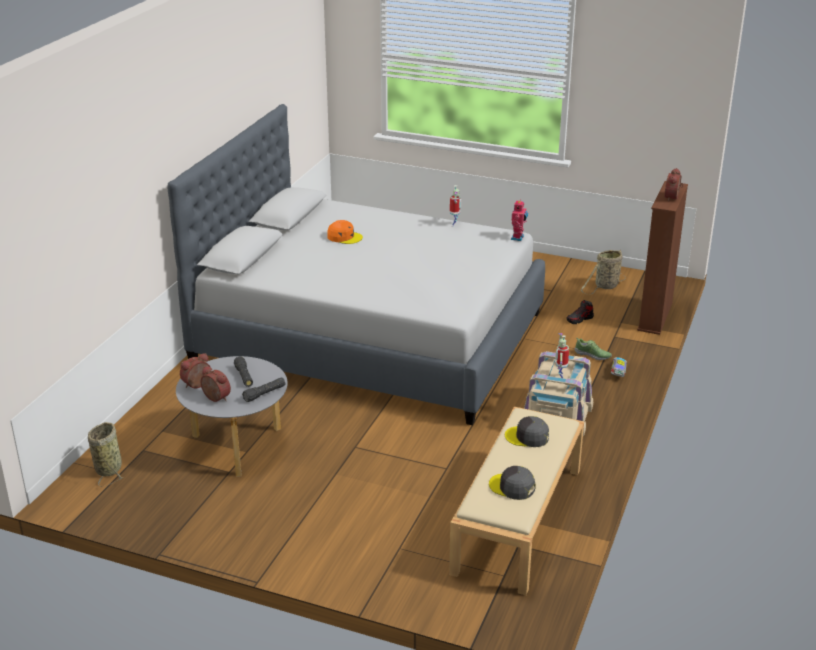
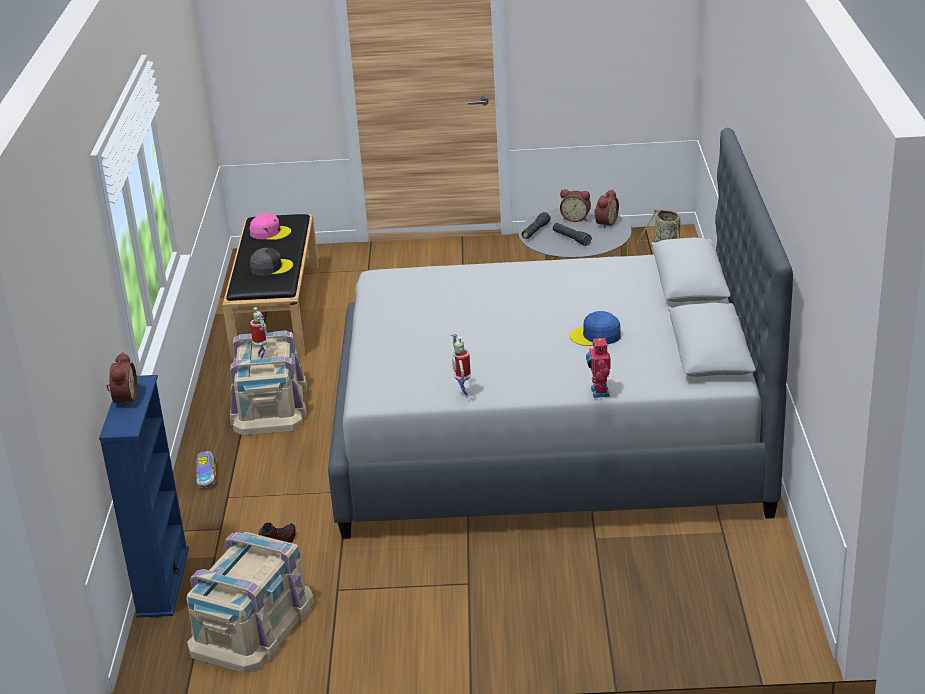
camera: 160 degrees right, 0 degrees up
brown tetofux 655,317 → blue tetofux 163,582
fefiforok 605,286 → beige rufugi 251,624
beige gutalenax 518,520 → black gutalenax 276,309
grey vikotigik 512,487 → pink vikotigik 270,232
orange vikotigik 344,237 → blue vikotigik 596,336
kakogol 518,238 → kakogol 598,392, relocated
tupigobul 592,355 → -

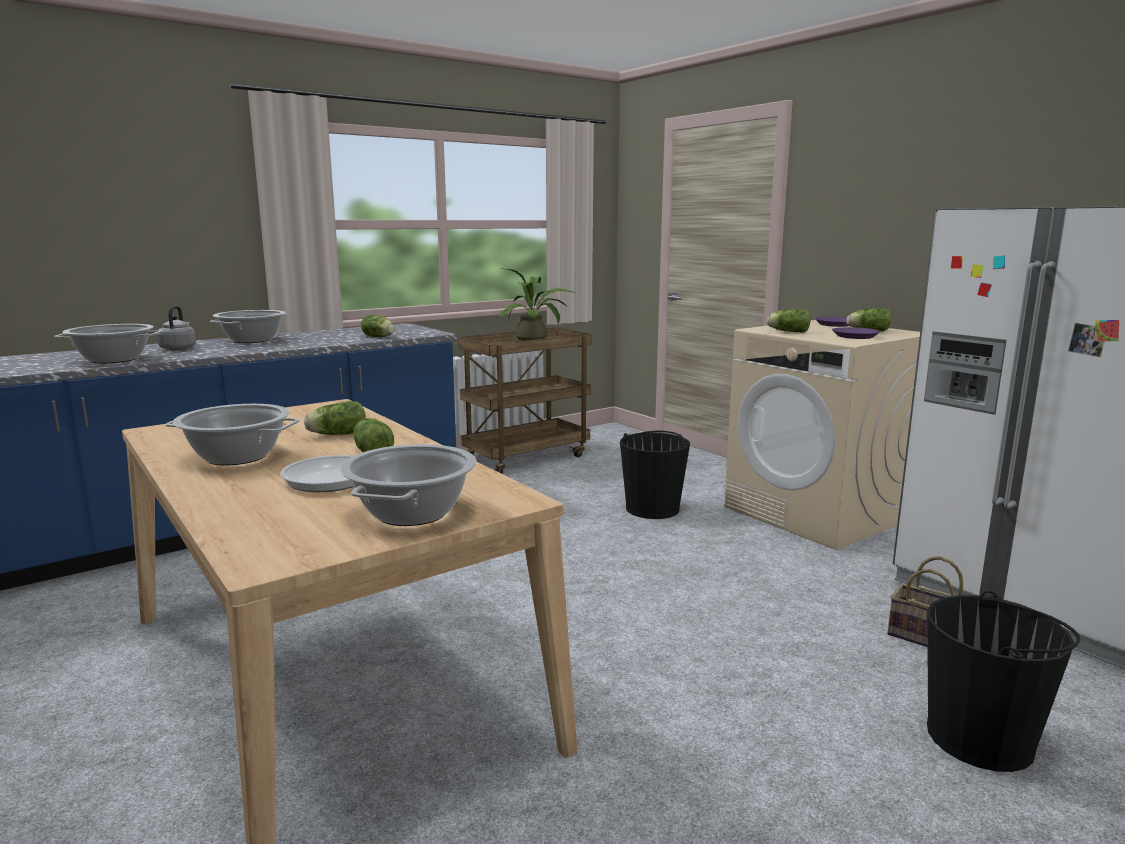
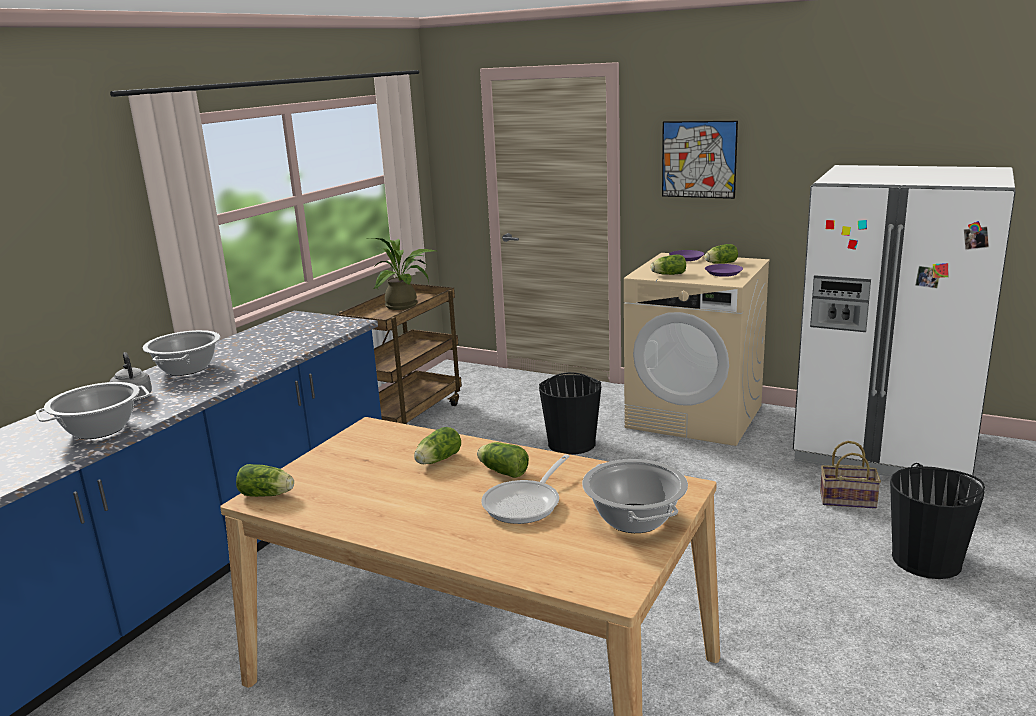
camera: 25 degrees left, 5 degrees up
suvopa 380,337 → suvopa 268,495, relocated
- → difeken 698,159
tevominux 236,457 → -

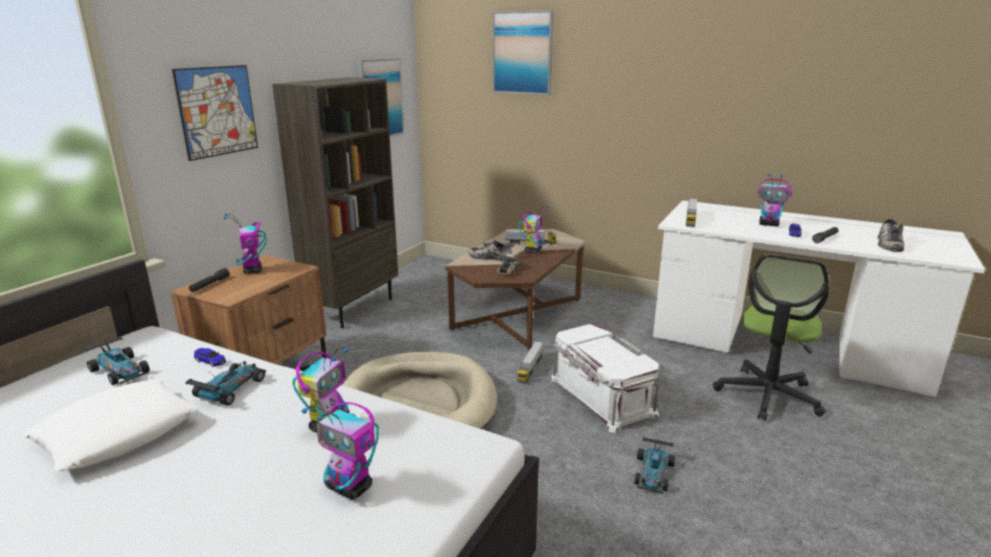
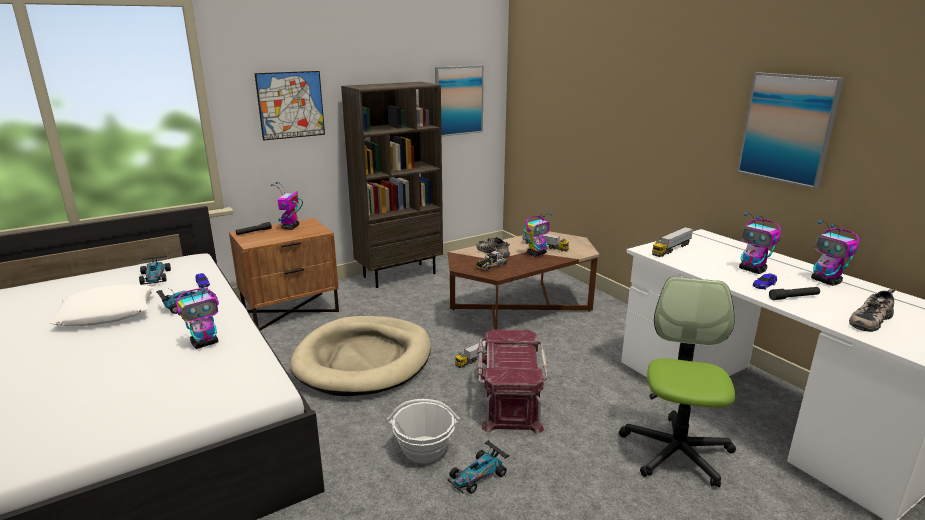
camera: 30 degrees right, 0 degrees up
- → fefiforok 424,449
white rufugi 600,396 → red rufugi 509,398
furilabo 767,395 → furilabo 676,451, 135 degrees clockwise
difeken 523,53 → difeken 787,128, relocated
kakogol 350,488 → kakogol 826,281, relocated

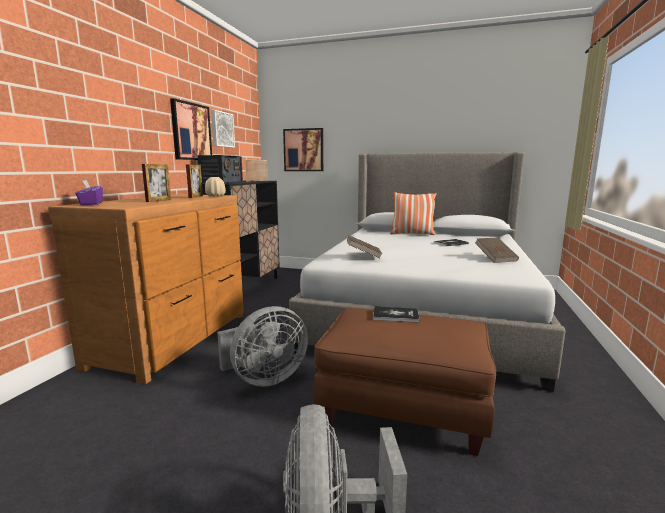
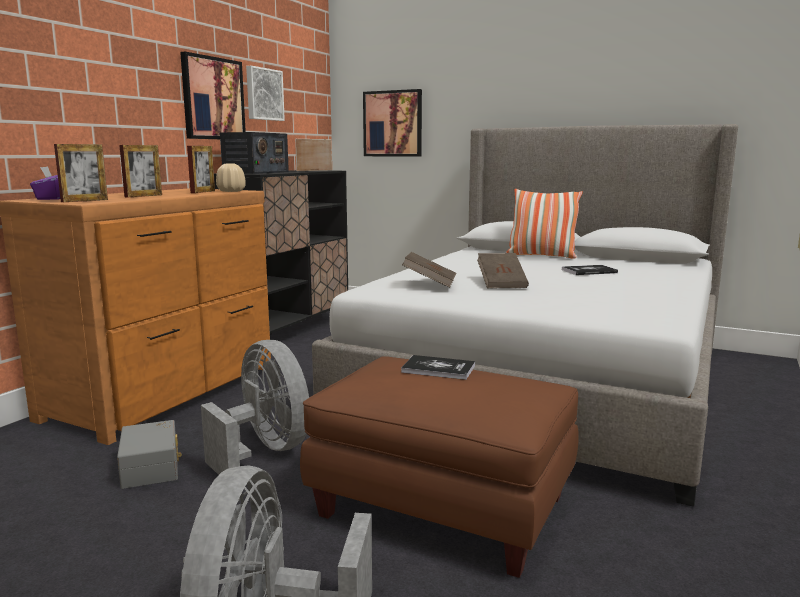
camera: 10 degrees right, 0 degrees up
- → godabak 84,201
- → grey rufugi 152,467
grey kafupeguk 264,379 → grey kafupeguk 264,452, 105 degrees counterclockwise
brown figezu 495,258 → brown figezu 501,284, relocated

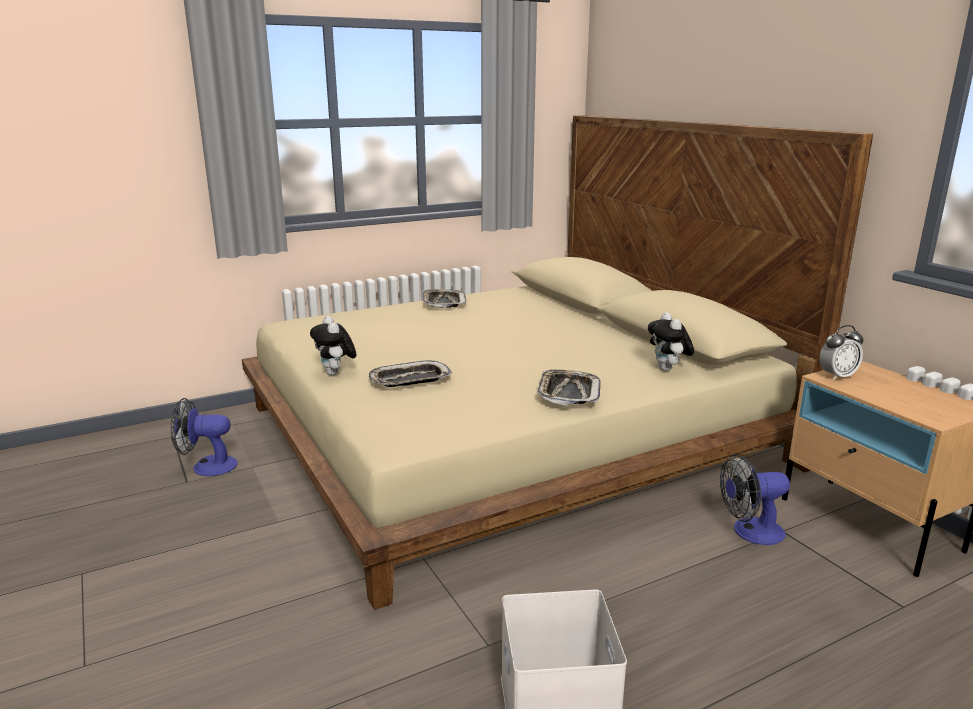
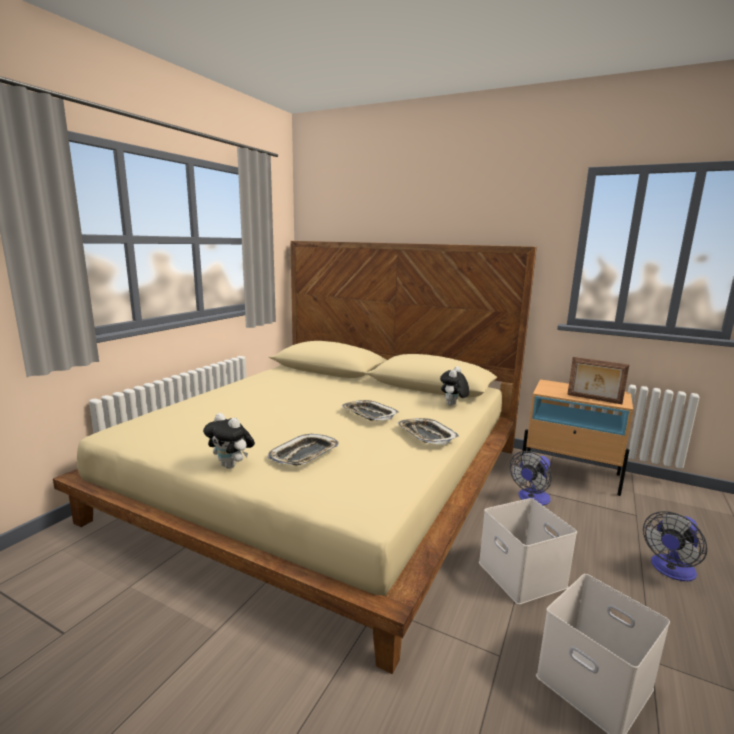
camera: 35 degrees left, 5 degrees down
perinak 443,302 → perinak 369,414, relocated
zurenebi 668,369 → zurenebi 453,405, 75 degrees clockwise
- → white rufugi 524,575
- → godabak 594,399
kafupeguk 207,466 → kafupeguk 670,571, relocated
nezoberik 837,376 → -

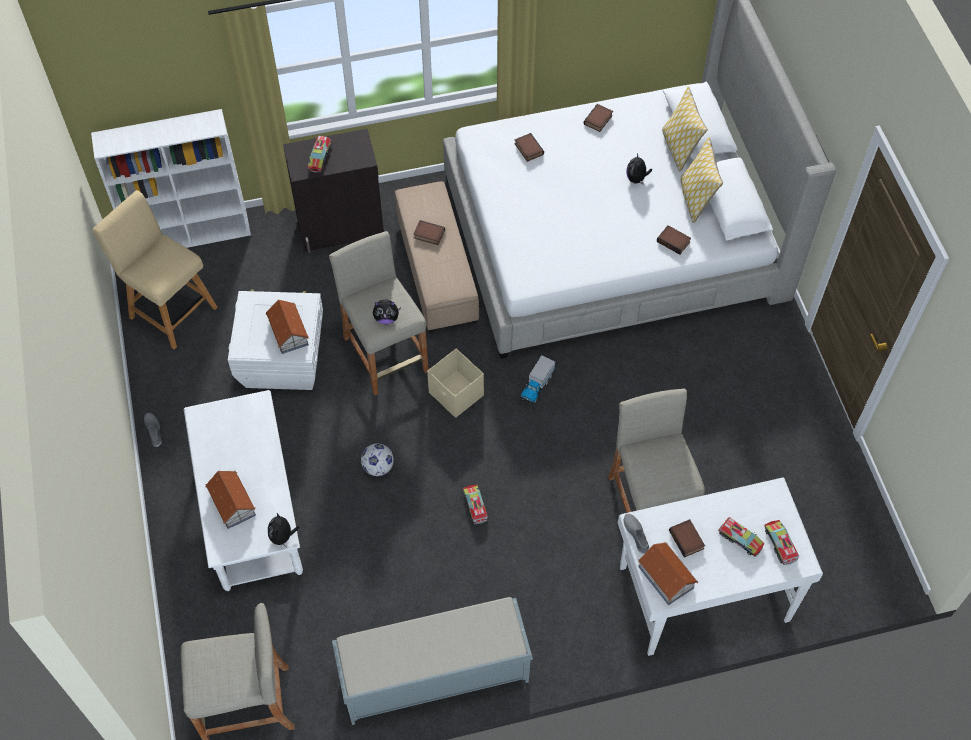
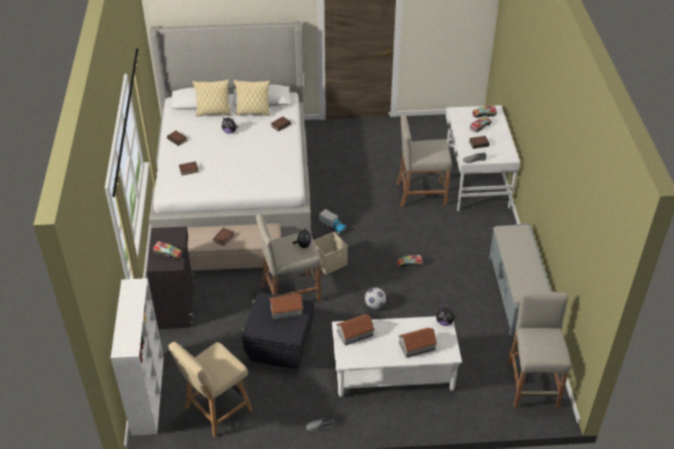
camera: 80 degrees left, 15 degrees down
white rufugi 282,359 → black rufugi 279,347
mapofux 665,576 → mapofux 354,333, relocated

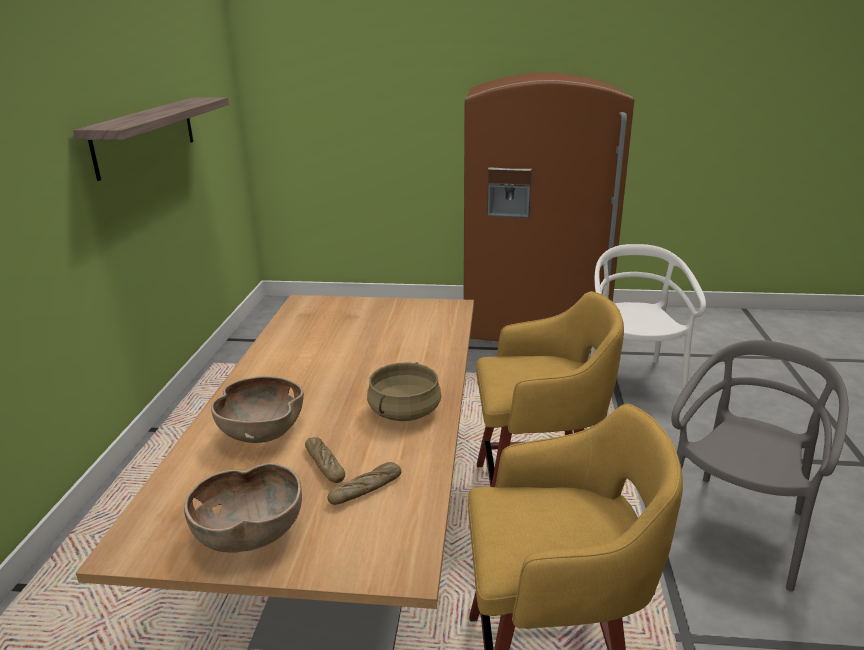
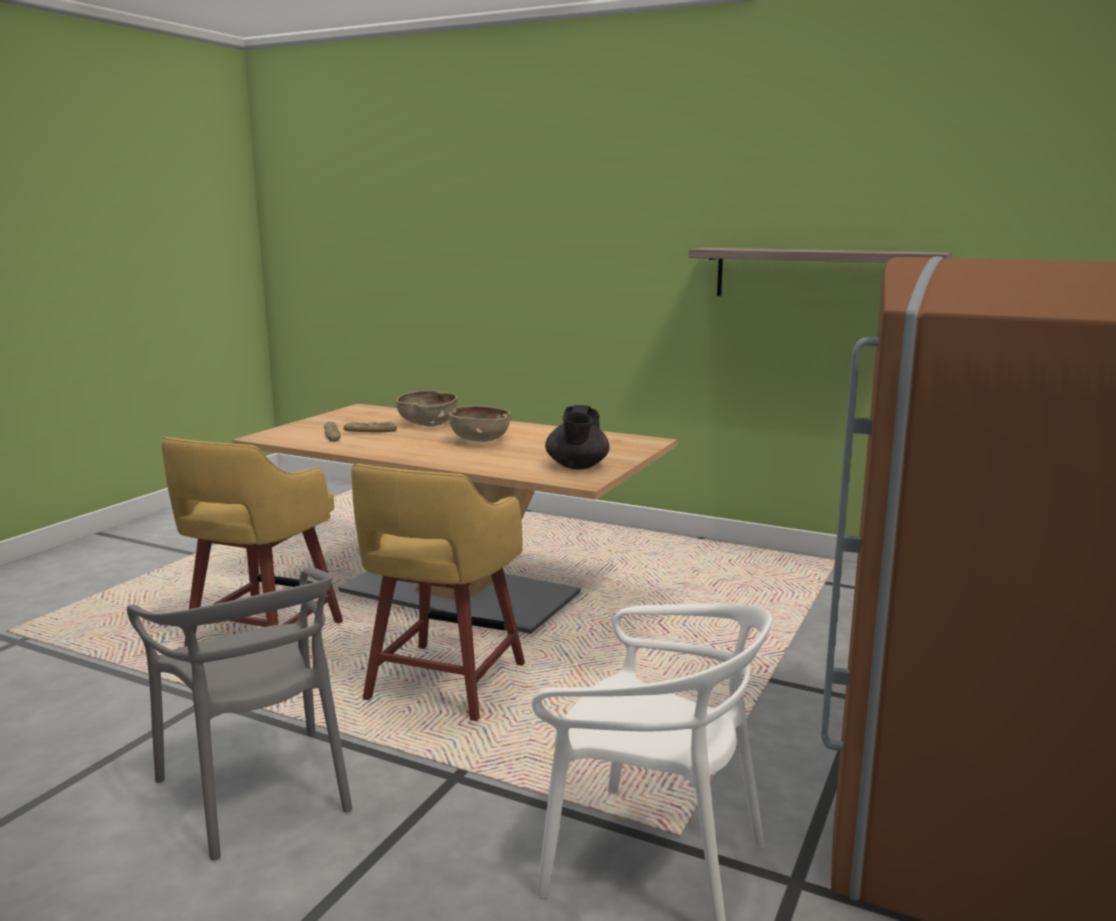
camera: 110 degrees right, 10 degrees down
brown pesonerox 250,534 → brown pesonerox 480,441, relocated
- → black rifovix 577,467
beige tevominux 404,411 → -

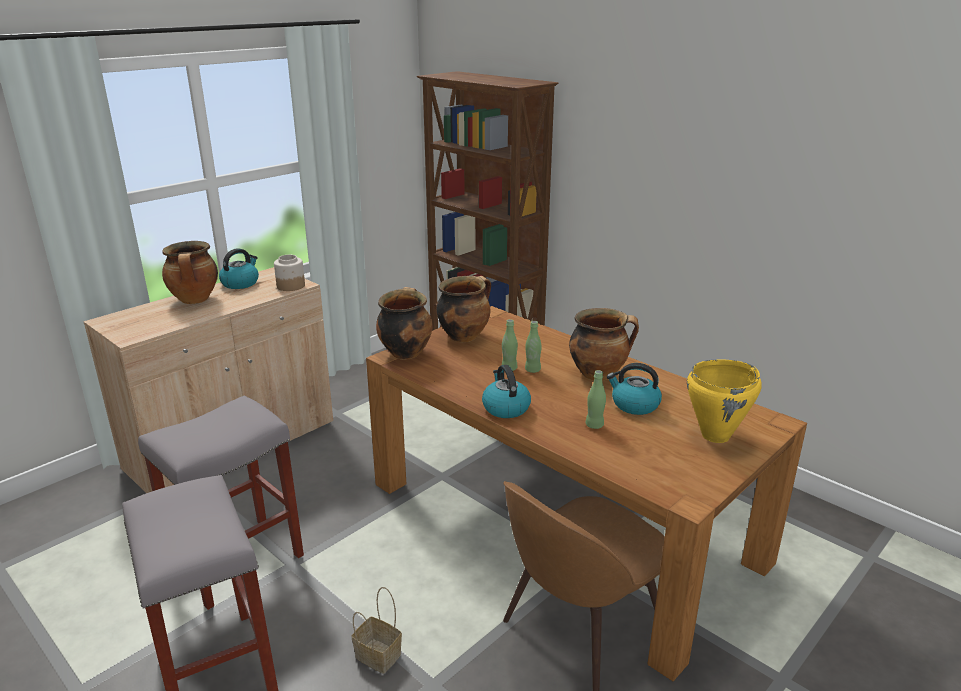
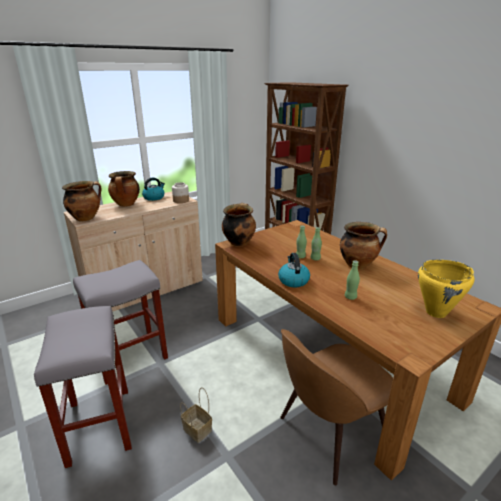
camera: 10 degrees right, 0 degrees up
tevominux 464,336 → tevominux 86,218, relocated
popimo 634,405 → -

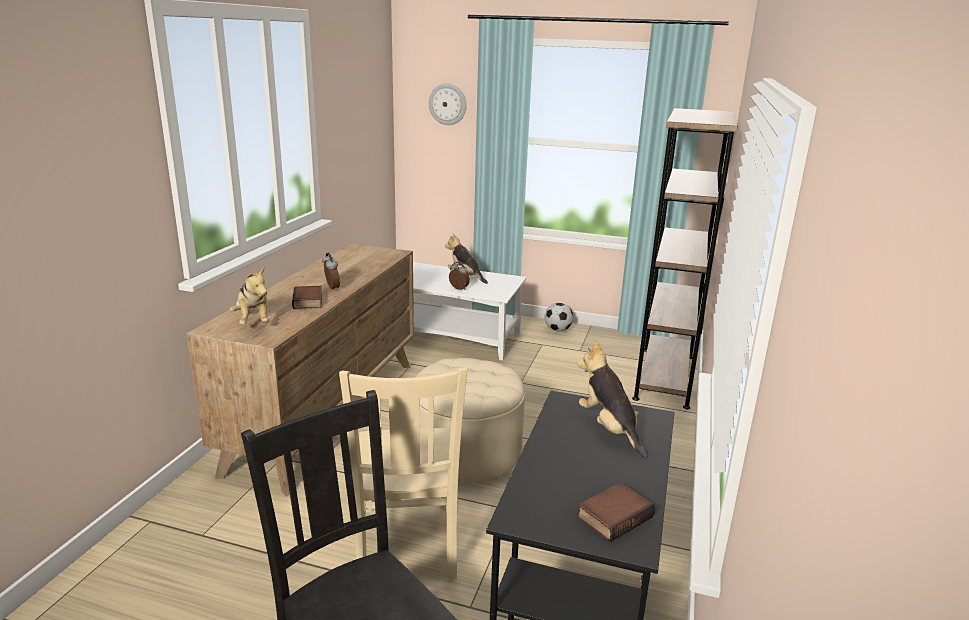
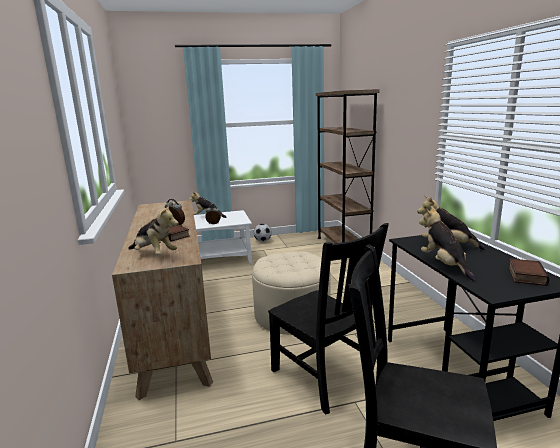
camera: 30 degrees left, 5 degrees down
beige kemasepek 406,545 → black kemasepek 323,378
- → zurenebi 444,265
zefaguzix 447,104 → -

